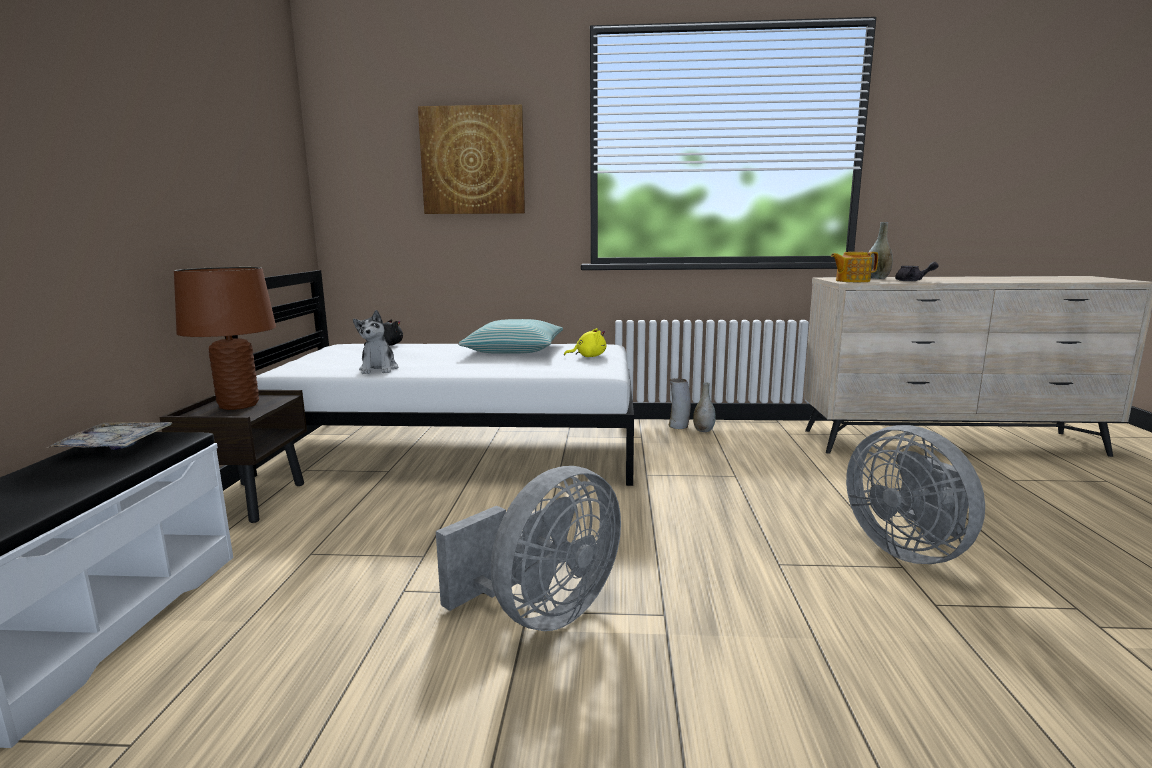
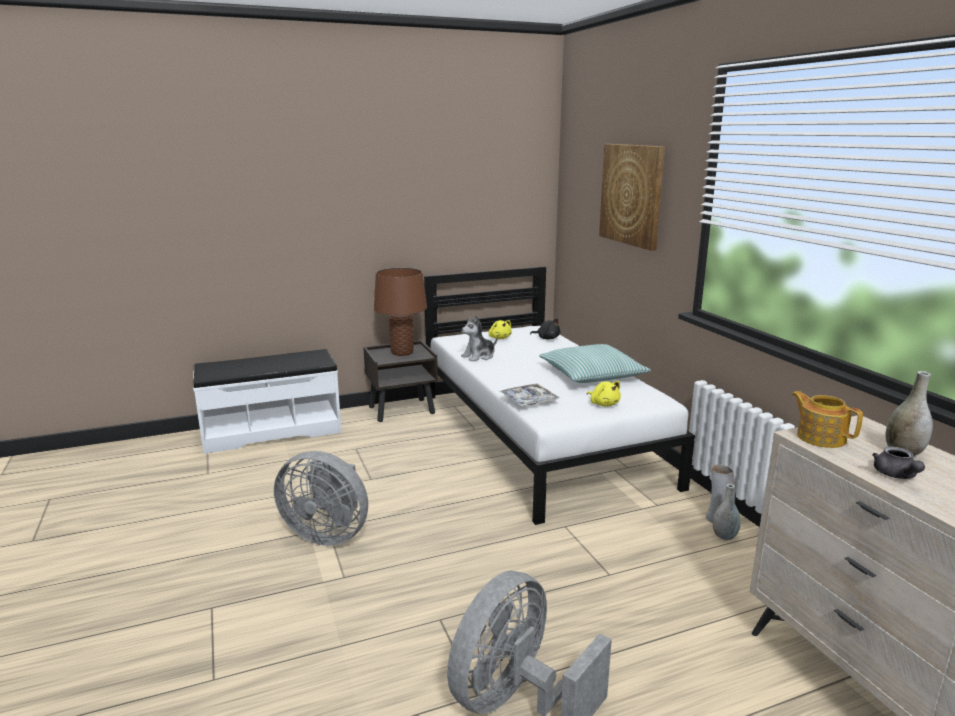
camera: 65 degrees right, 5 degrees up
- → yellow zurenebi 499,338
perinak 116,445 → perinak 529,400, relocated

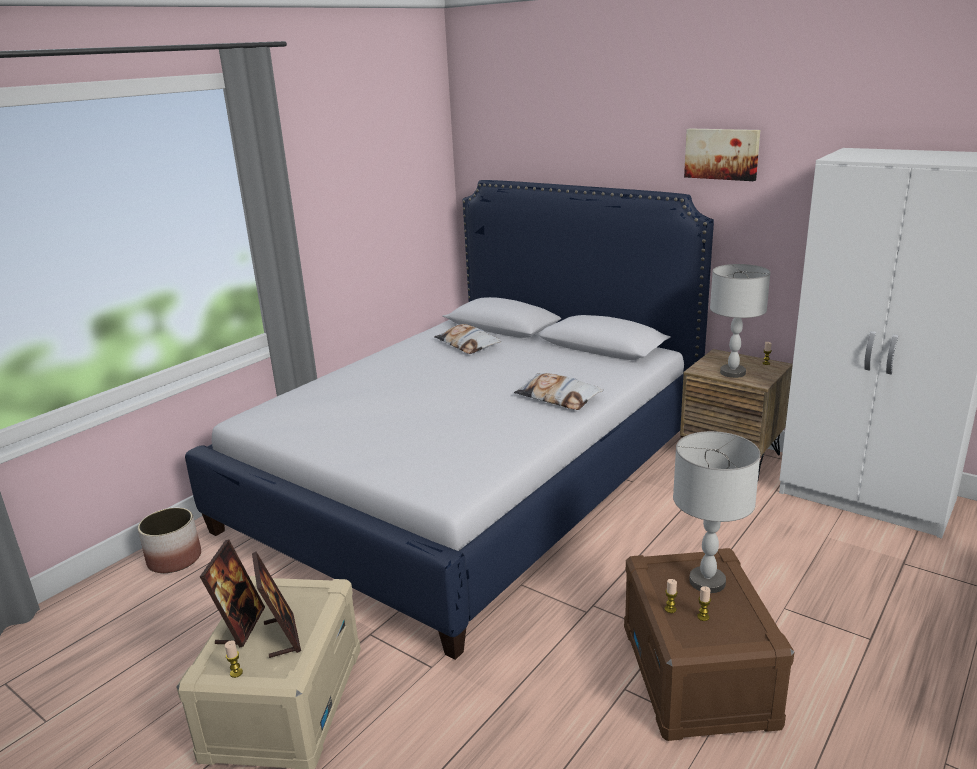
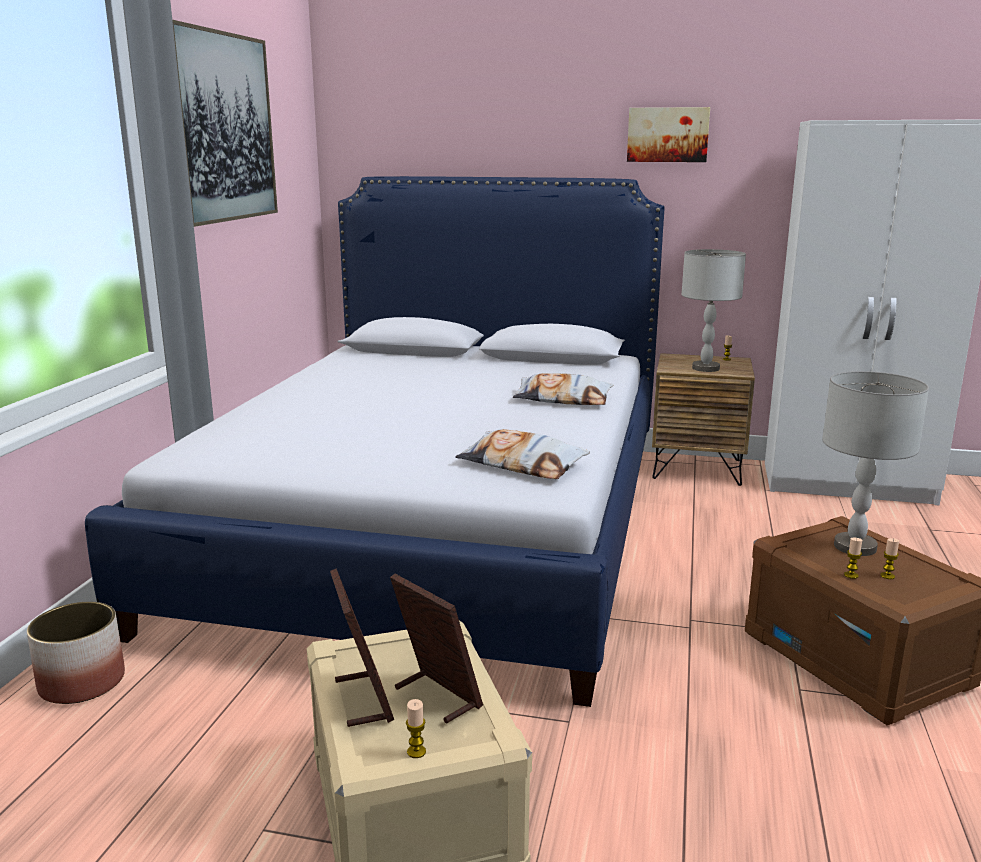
camera: 25 degrees left, 5 degrees down
- → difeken 222,128
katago 467,344 → katago 522,464, relocated

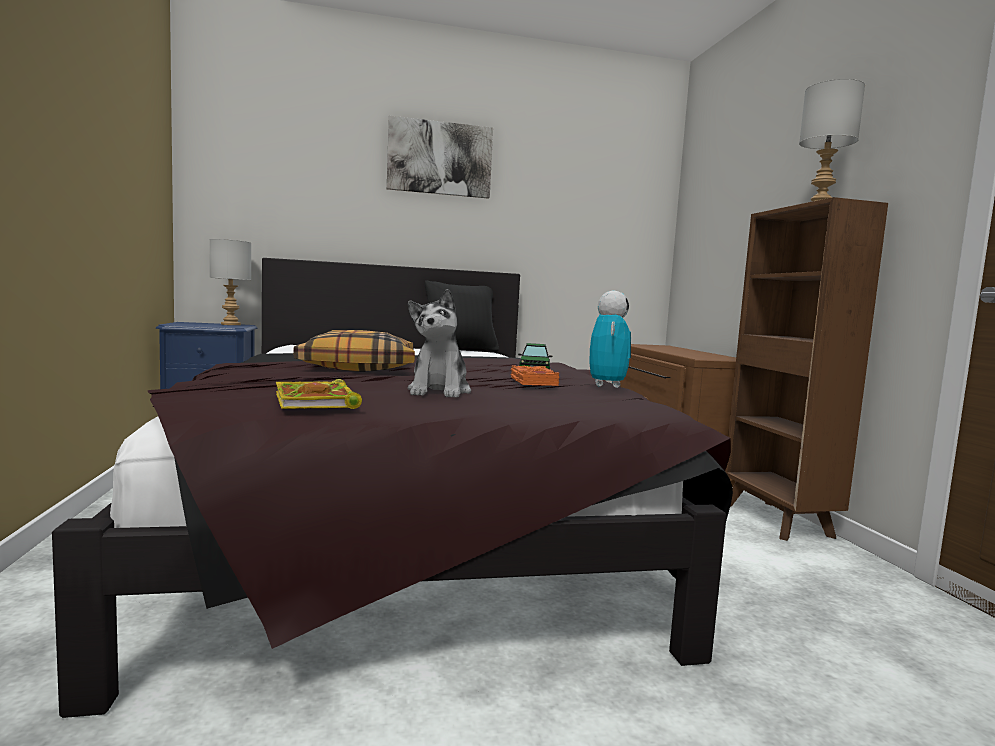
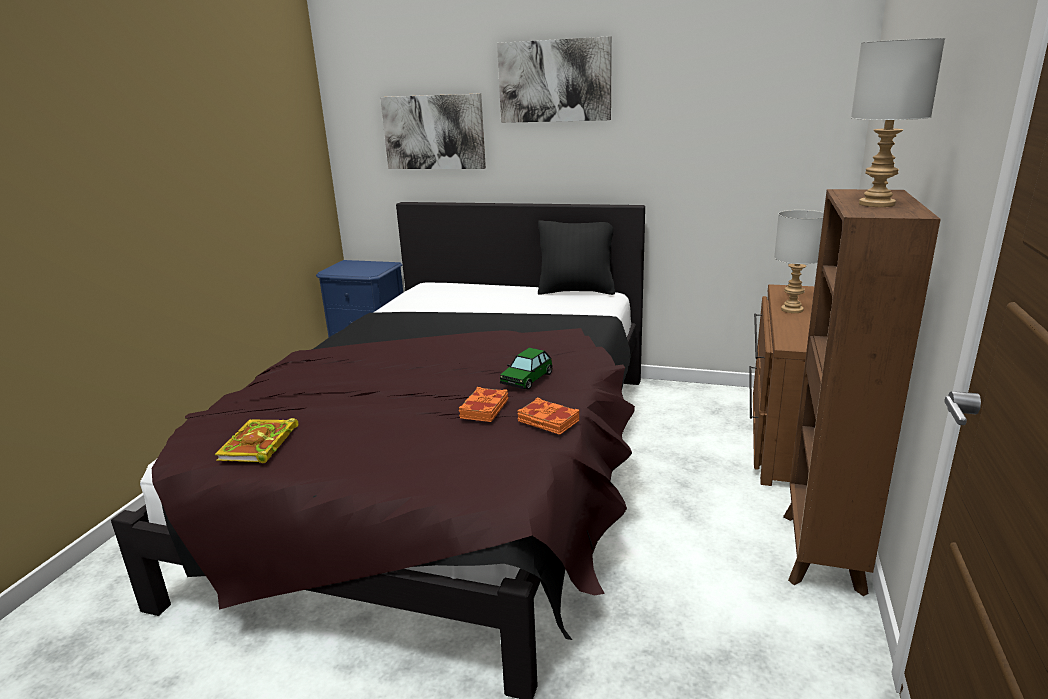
camera: 30 degrees right, 15 degrees up
- → difeken 434,132
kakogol 607,385 → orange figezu 548,421
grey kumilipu 231,324 → grey kumilipu 792,310, relocated
katago 358,367 → -
zurenebi 439,391 → -

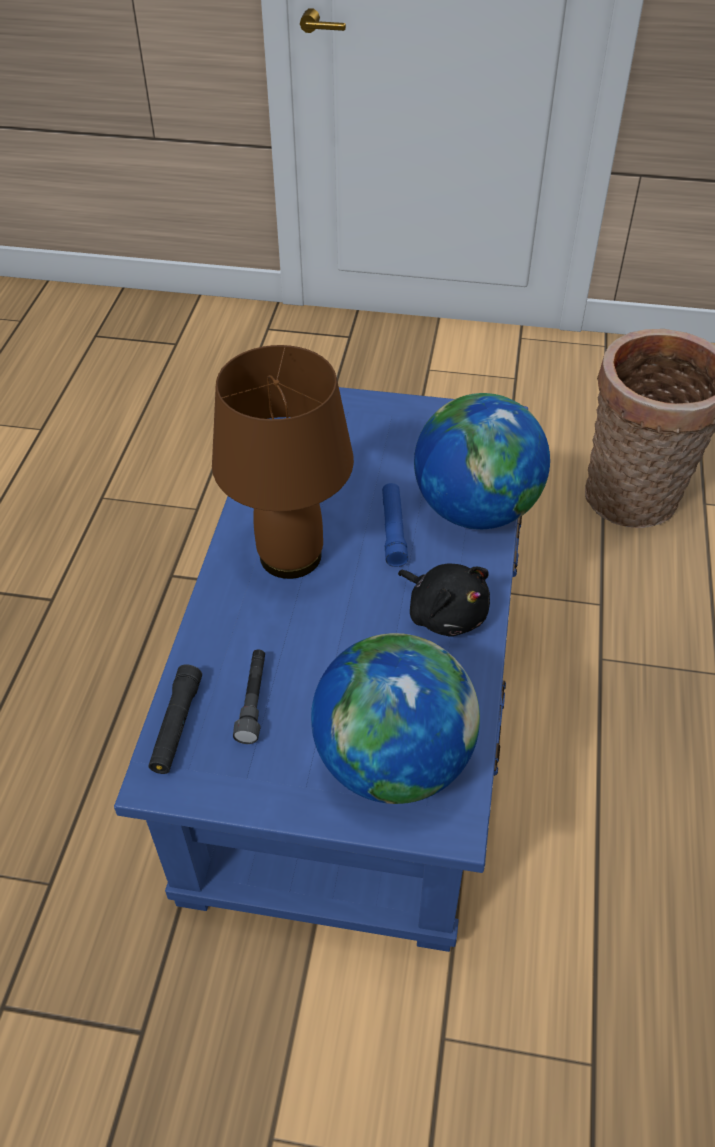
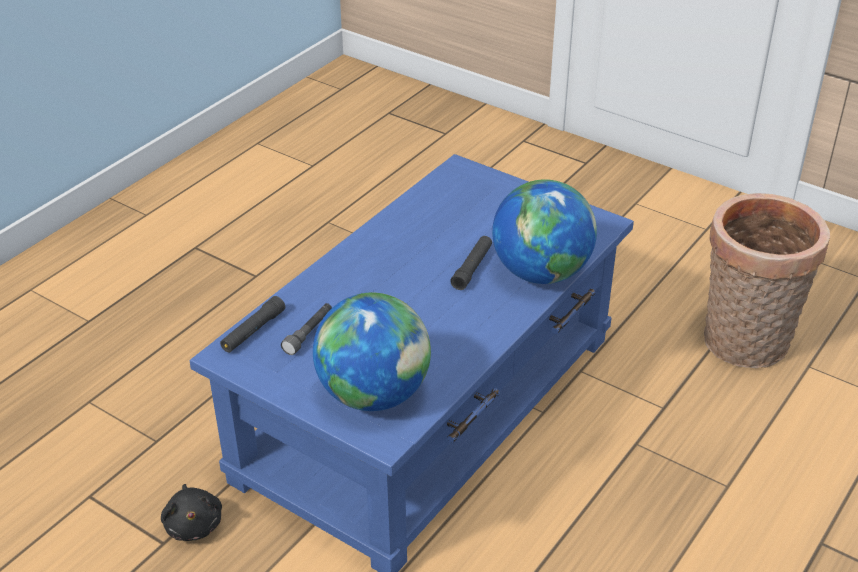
camera: 25 degrees right, 10 degrees down
black zurenebi 445,613 → black zurenebi 194,524, relocated
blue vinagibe 393,530 → black vinagibe 472,268
brown kumilipu 290,554 → -

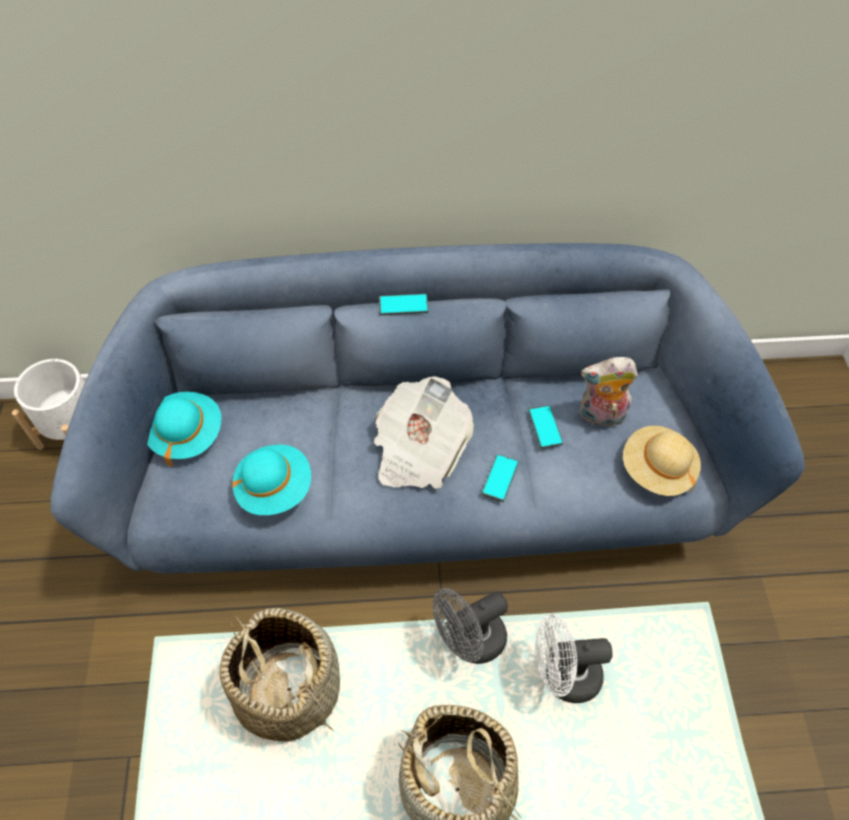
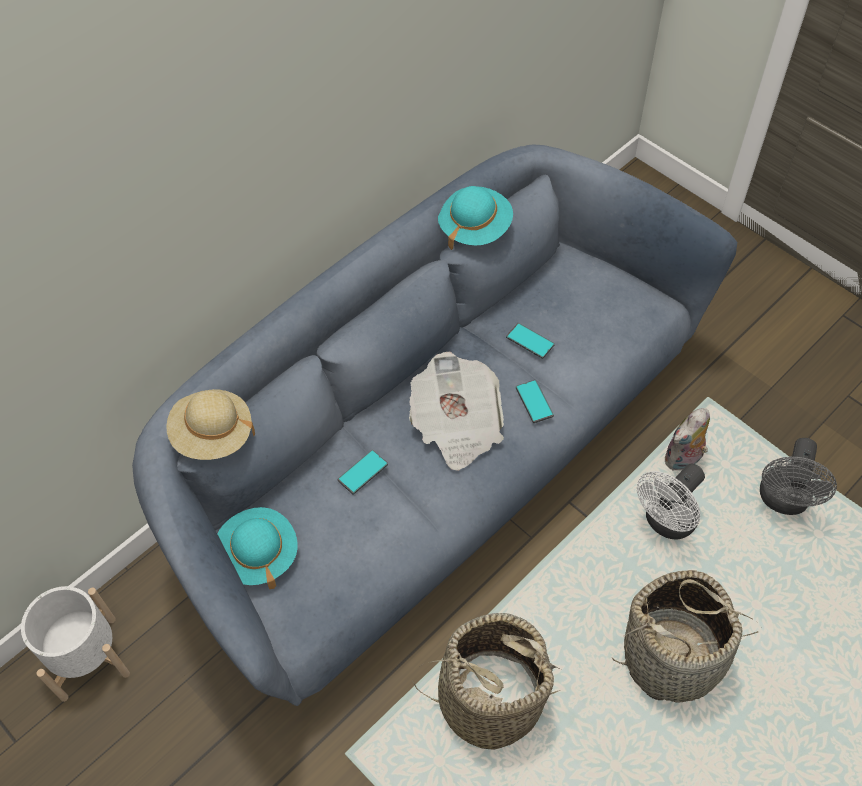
camera: 40 degrees left, 0 degrees up
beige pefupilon 656,470 → beige pefupilon 213,435, relocated
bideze 403,305 → bideze 363,472, relocated
turquoise pefupilon 274,488 → turquoise pefupilon 474,228, relocated
zurenebi 600,417 → zurenebi 683,460, relocated
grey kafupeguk 470,642 → grey kafupeguk 783,501, relocated

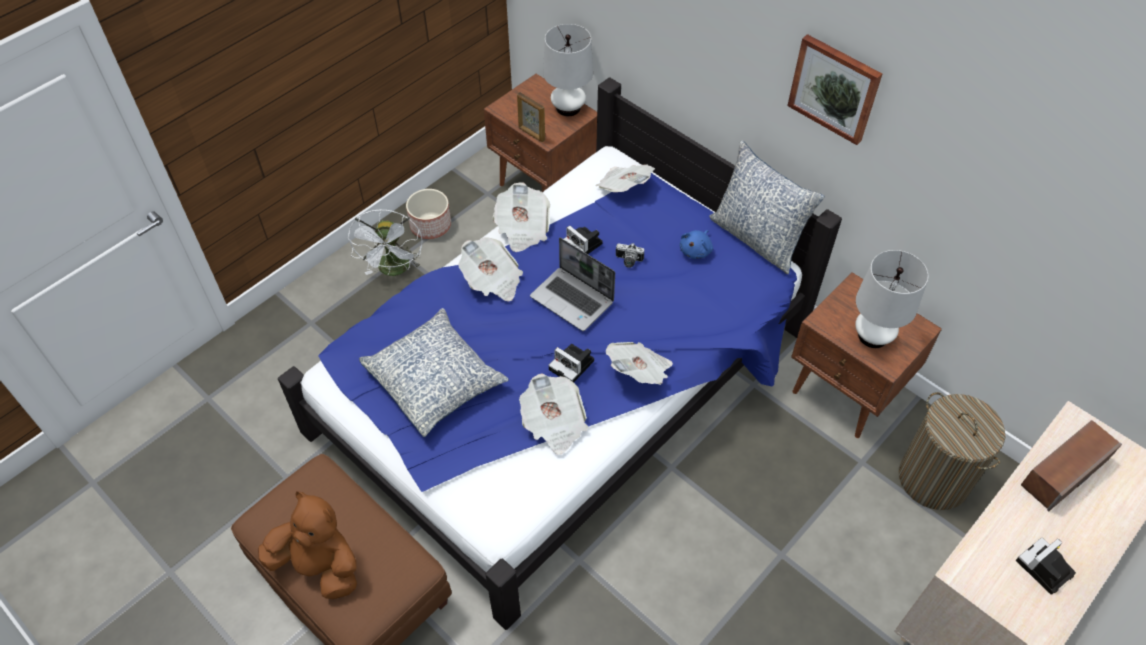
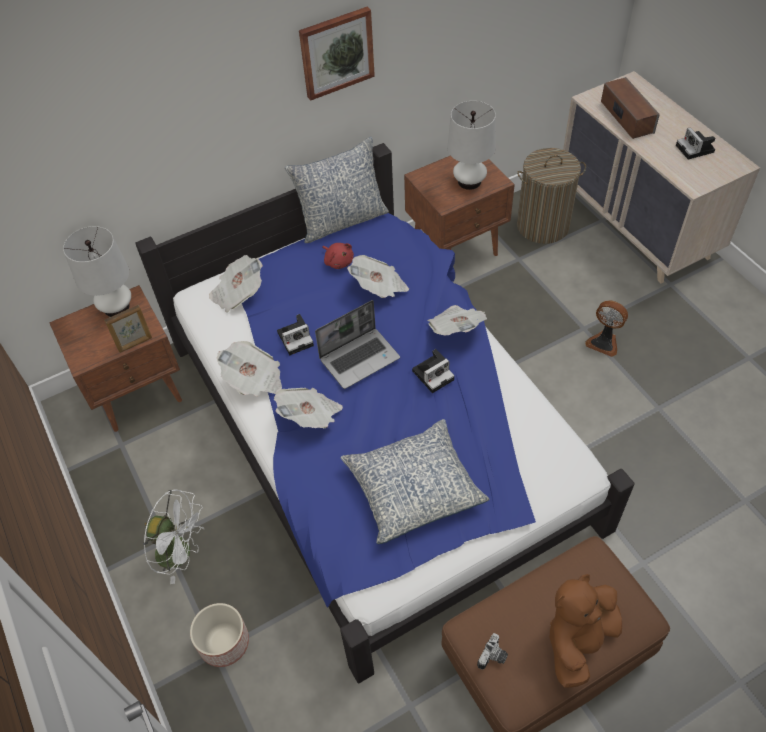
camera: 70 degrees left, 0 degrees up
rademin 431,225 → rademin 223,641, relocated
blue zurenebi 696,250 → red zurenebi 338,261
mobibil 554,423 → mobibil 379,287, relocated
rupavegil 628,261 → rupavegil 493,657, relocated
- → kafupeguk 604,342

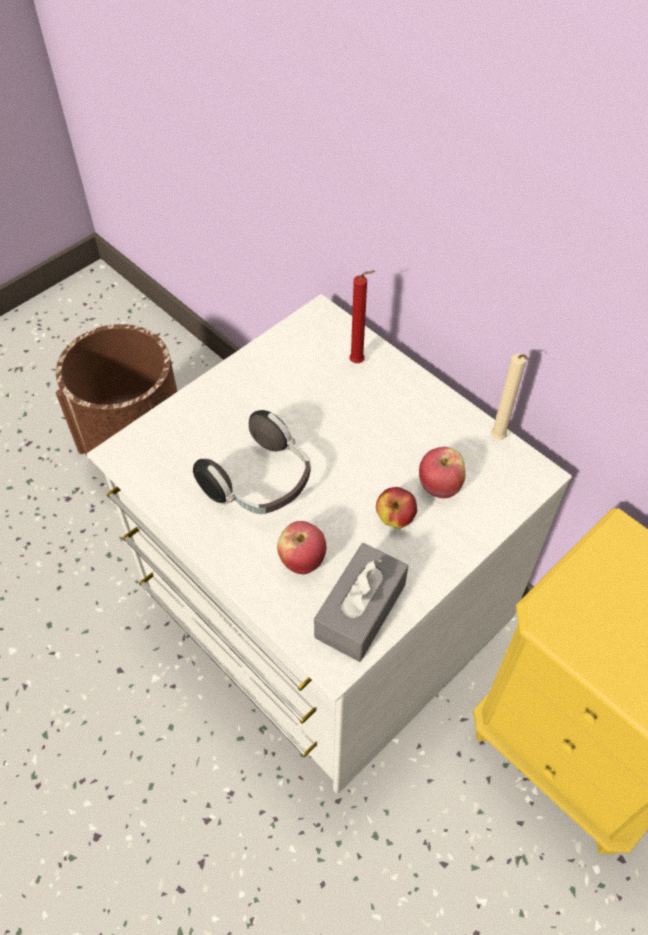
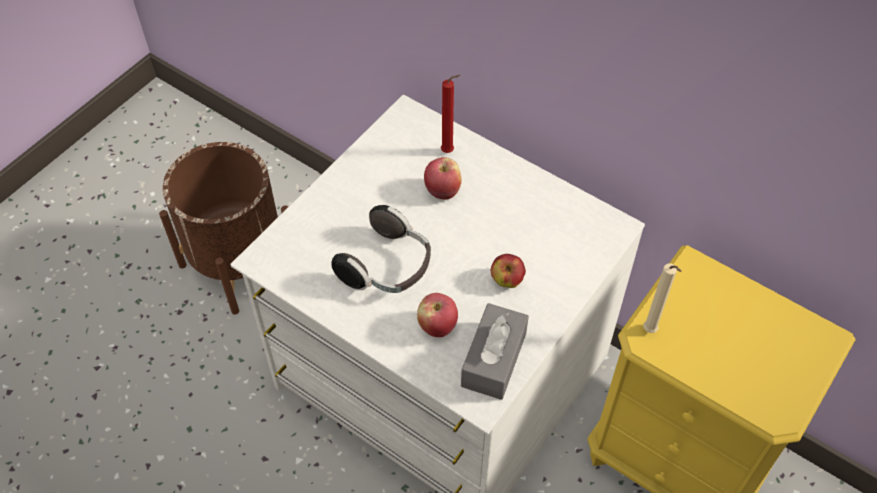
camera: 10 degrees left, 0 degrees up
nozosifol 439,487 → nozosifol 442,191, relocated
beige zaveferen 498,440 → beige zaveferen 650,332, relocated

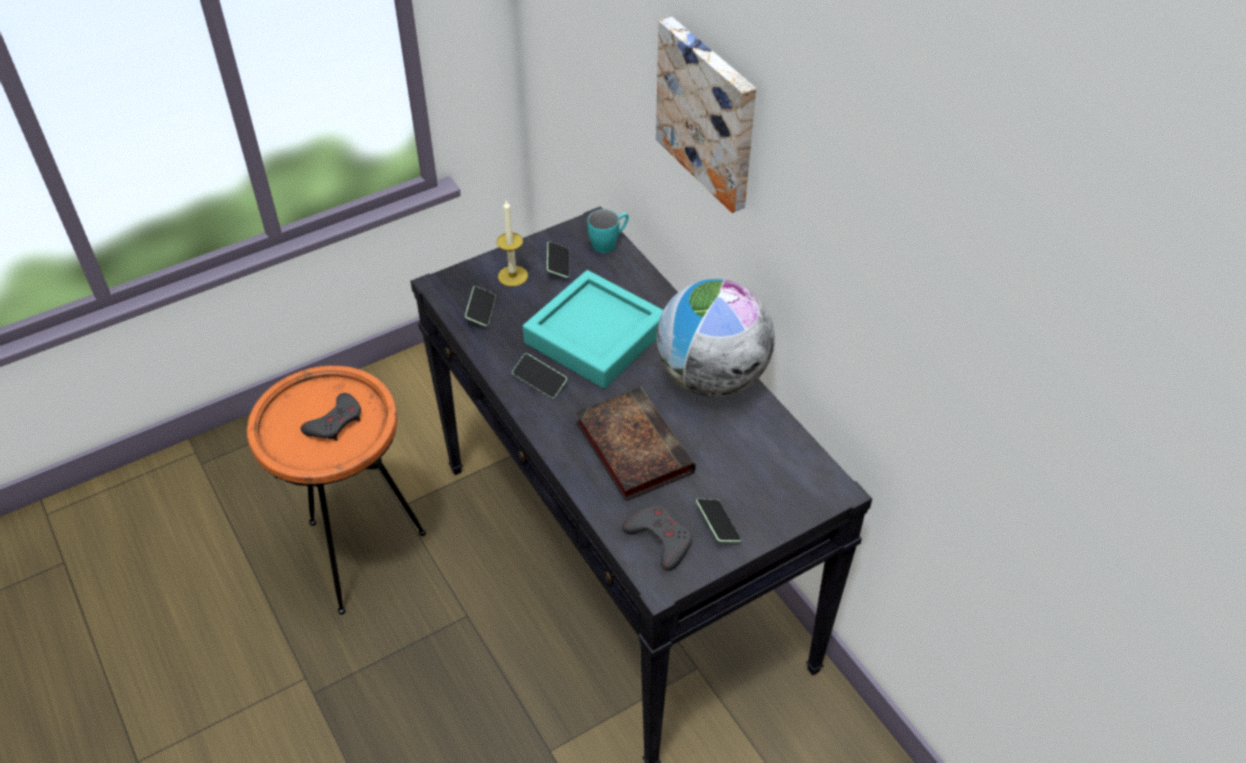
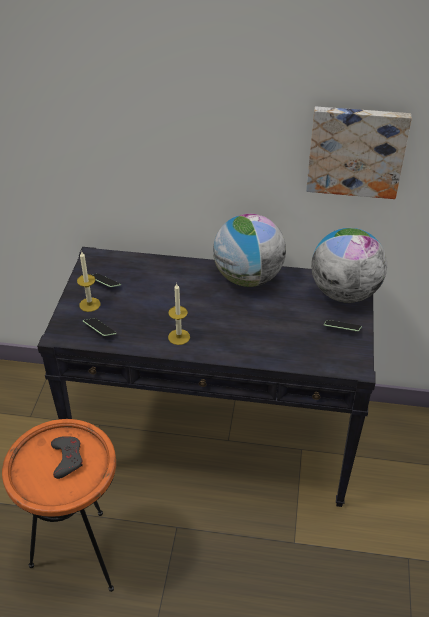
camera: 50 degrees left, 5 degrees down
bideze 539,381 → zaveferen 179,337
difeken 709,112 → difeken 356,151, relocated
- → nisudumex 344,293
turquoise perinak 595,336 → -
figezu 631,446 → -
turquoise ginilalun 609,243 → -
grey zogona 659,539 → -

